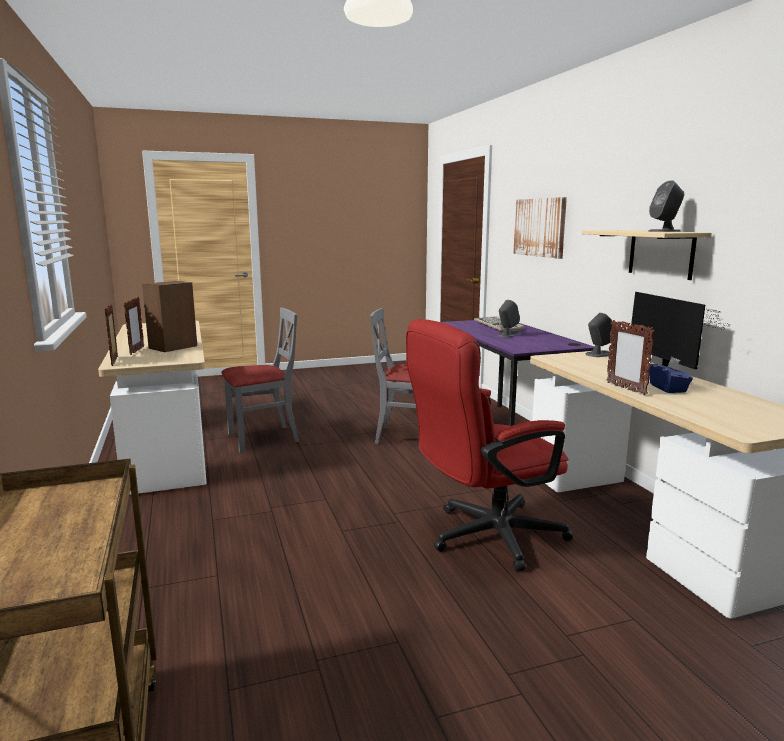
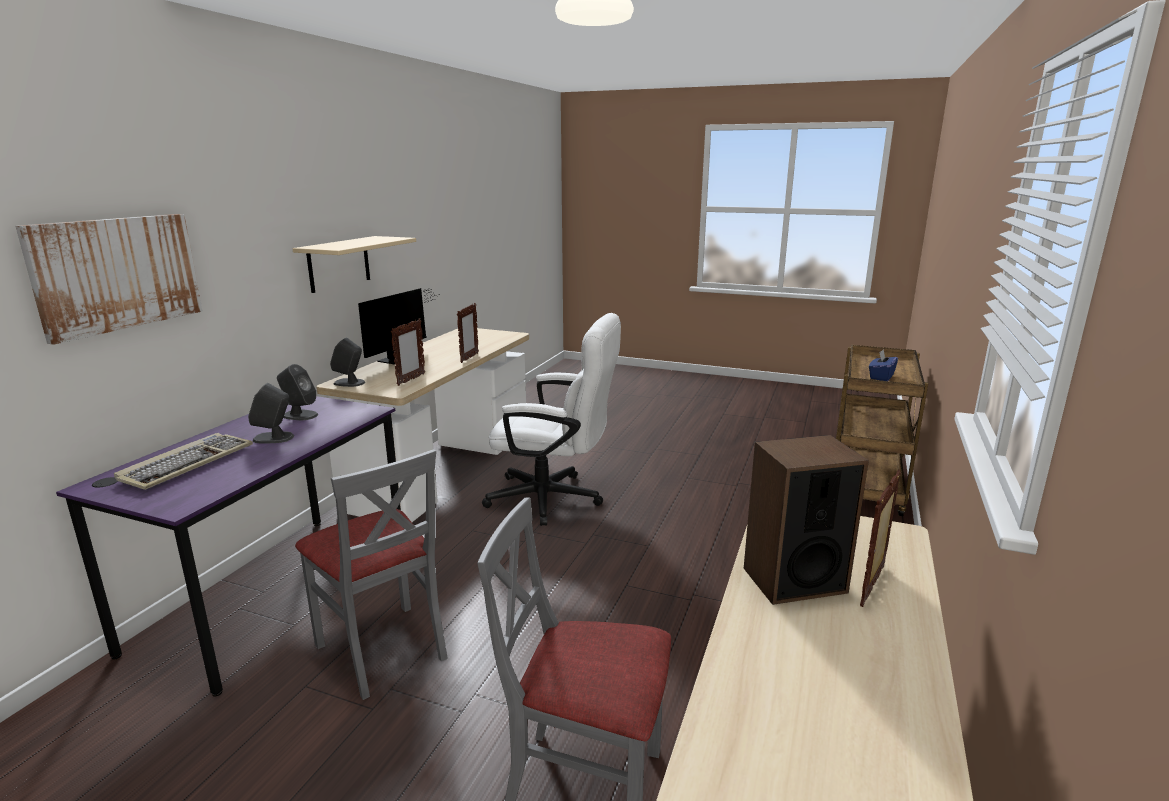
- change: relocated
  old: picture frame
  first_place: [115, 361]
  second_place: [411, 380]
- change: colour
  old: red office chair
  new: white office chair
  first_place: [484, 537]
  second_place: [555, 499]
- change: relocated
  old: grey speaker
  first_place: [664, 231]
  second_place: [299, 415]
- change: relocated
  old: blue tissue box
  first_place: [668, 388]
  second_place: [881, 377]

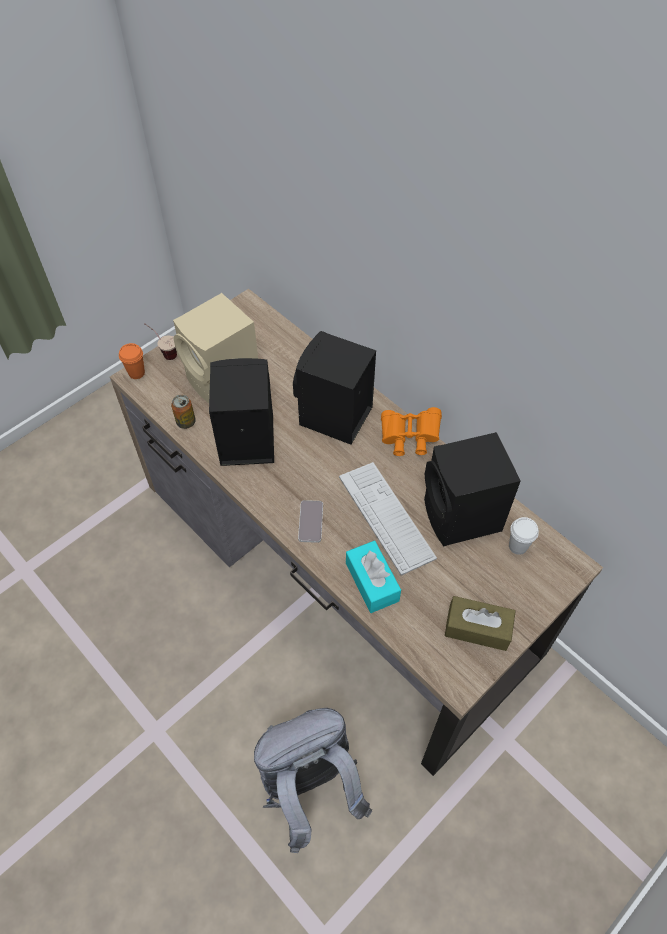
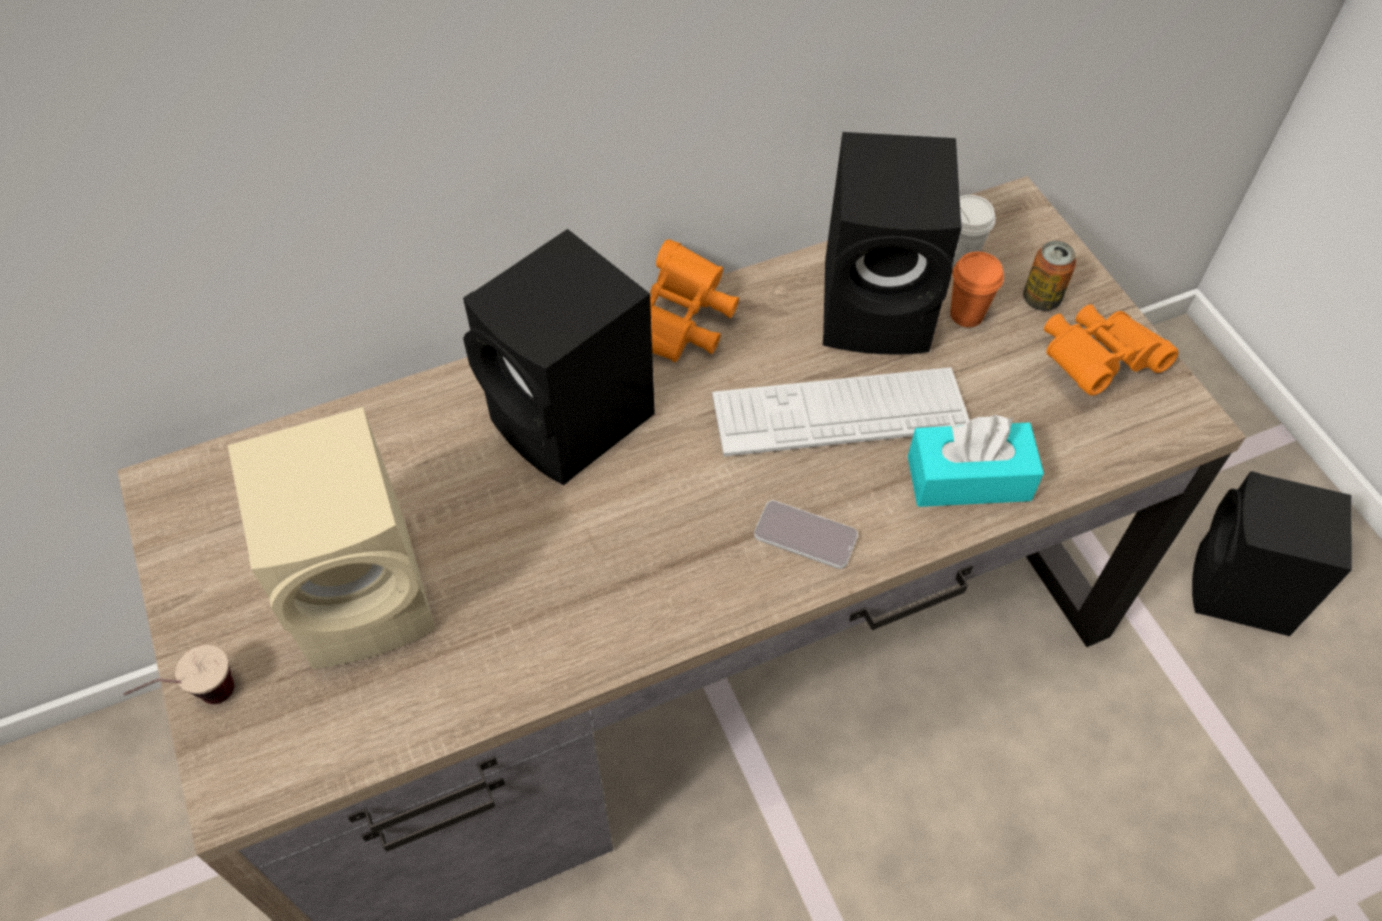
- change: relocated
  old: orange cup
  first_place: [136, 373]
  second_place: [966, 314]
- change: relocated
  old: can
  first_place: [186, 422]
  second_place: [1041, 299]
- change: relocated
  old: black speaker
  first_place: [244, 440]
  second_place: [1241, 592]
- change: missing
  old: grey backpack
  first_place: [310, 788]
- change: exchanged
  old: brown tissue box
  new: orange binoculars
  first_place: [477, 628]
  second_place: [1096, 362]

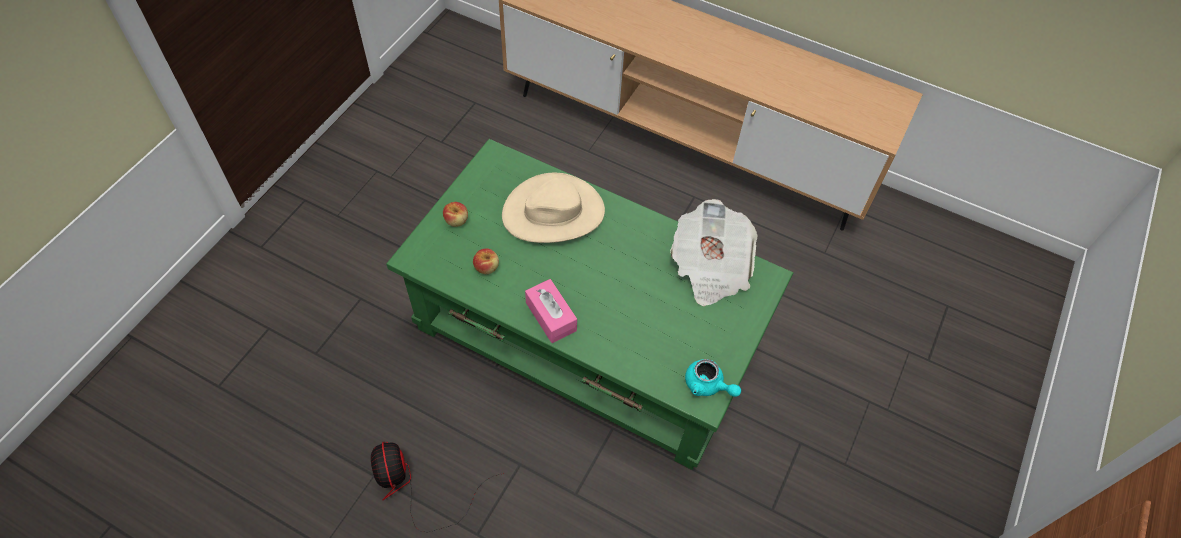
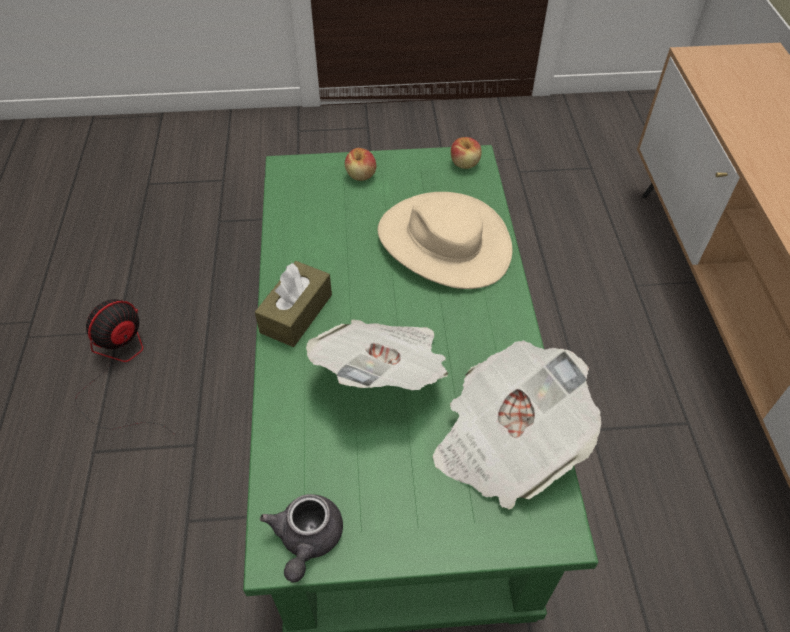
- change: relocated
  old: apple
  first_place: [487, 267]
  second_place: [465, 163]
- change: colour
  old: pink tissue box
  new: brown tissue box
  first_place: [551, 316]
  second_place: [296, 313]
- change: colour
  old: turquoise teapot
  new: grey teapot
  first_place: [708, 385]
  second_place: [307, 540]
- change: appeared
  new: newspaper
  second_place: [384, 373]

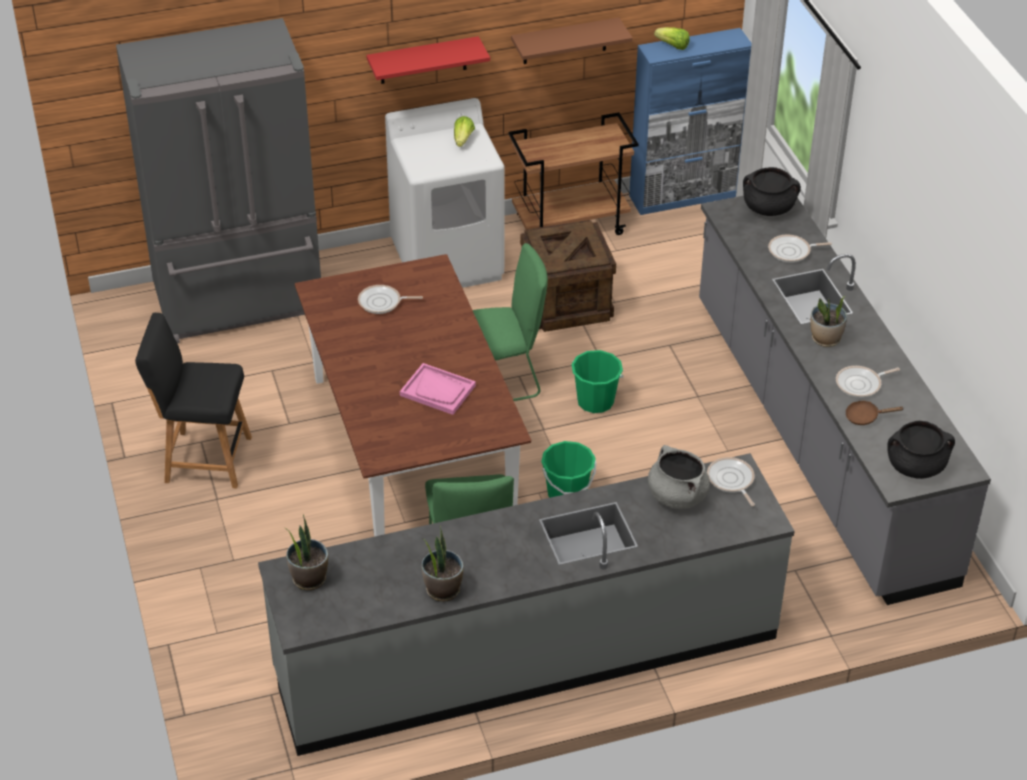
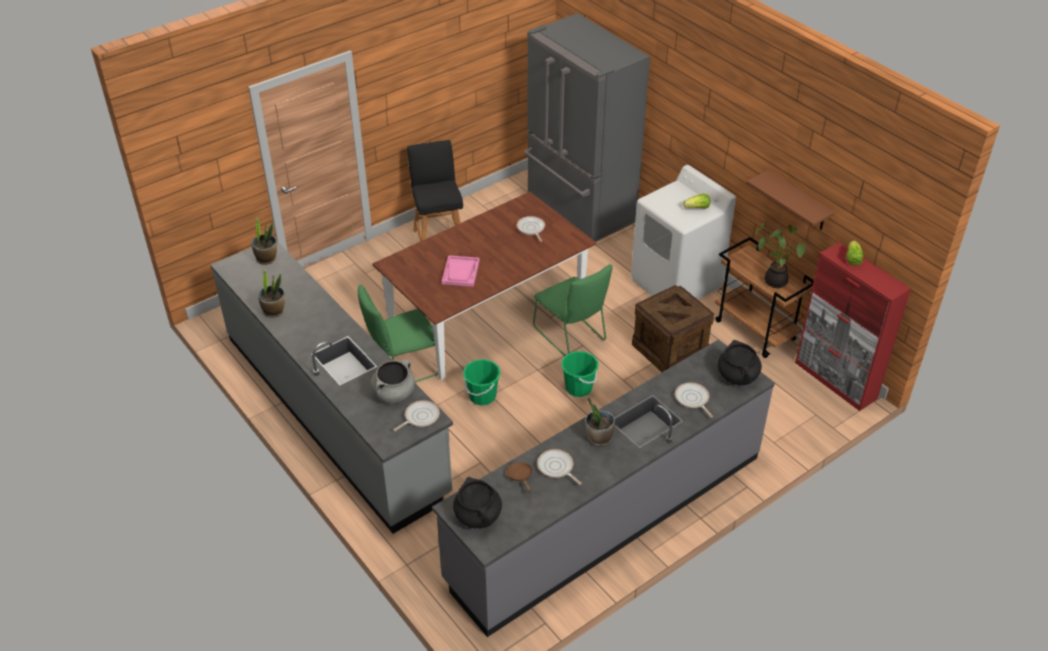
- change: missing
  old: red shelf
  first_place: [423, 60]
- change: colour
  old: blue cabinet
  new: red cabinet
  first_place: [684, 196]
  second_place: [835, 381]
- change: appeared
  new: potted plant
  second_place: [775, 280]

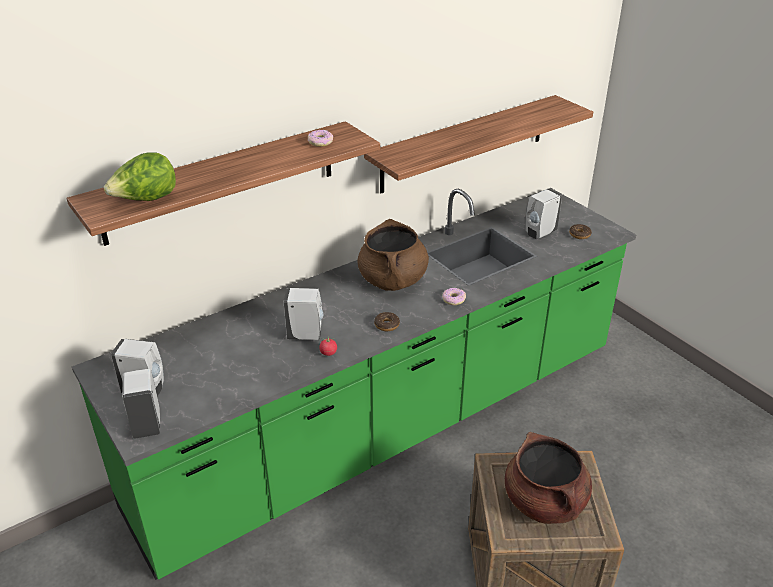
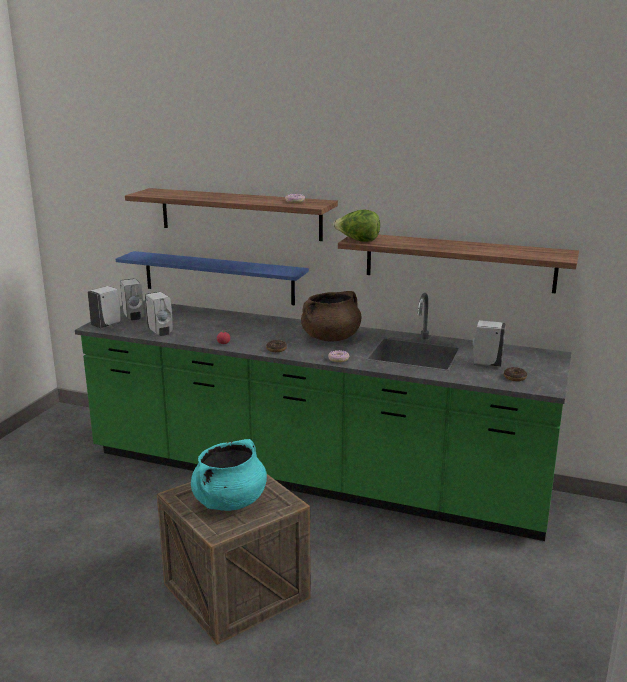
- change: relocated
  old: lettuce
  first_place: [146, 200]
  second_place: [358, 241]
- change: relocated
  old: white soap dispenser
  first_place: [306, 335]
  second_place: [160, 332]
- change: colour
  old: brown cooking pot
  new: turquoise cooking pot
  first_place: [544, 502]
  second_place: [229, 502]
- change: appeared
  new: blue shelf
  second_place: [218, 277]

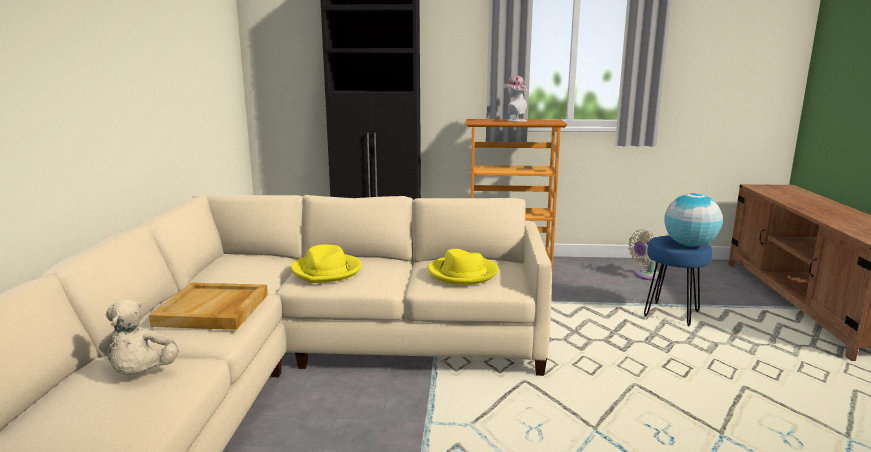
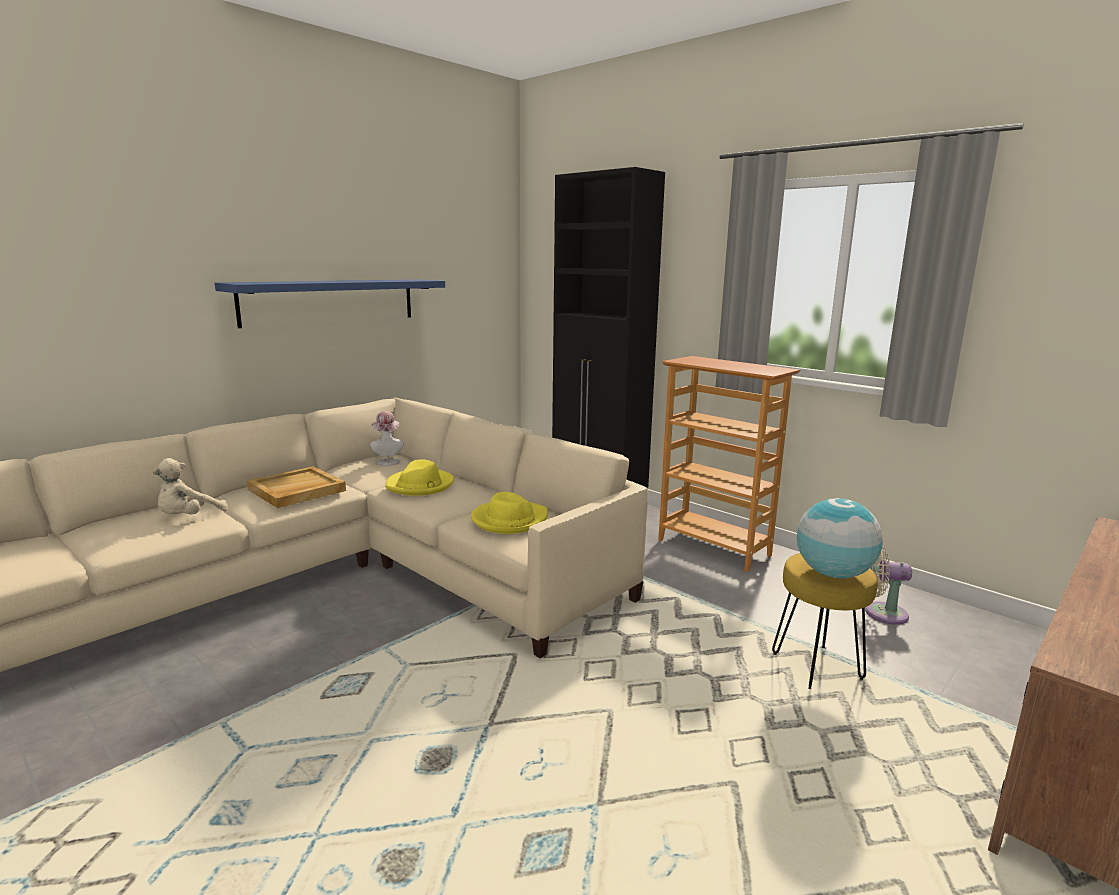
- change: relocated
  old: hat
  first_place: [514, 120]
  second_place: [387, 461]
- change: colour
  old: blue stool
  new: yellow stool
  first_place: [672, 314]
  second_place: [817, 668]
- change: appeared
  new: blue shelf
  second_place: [330, 301]

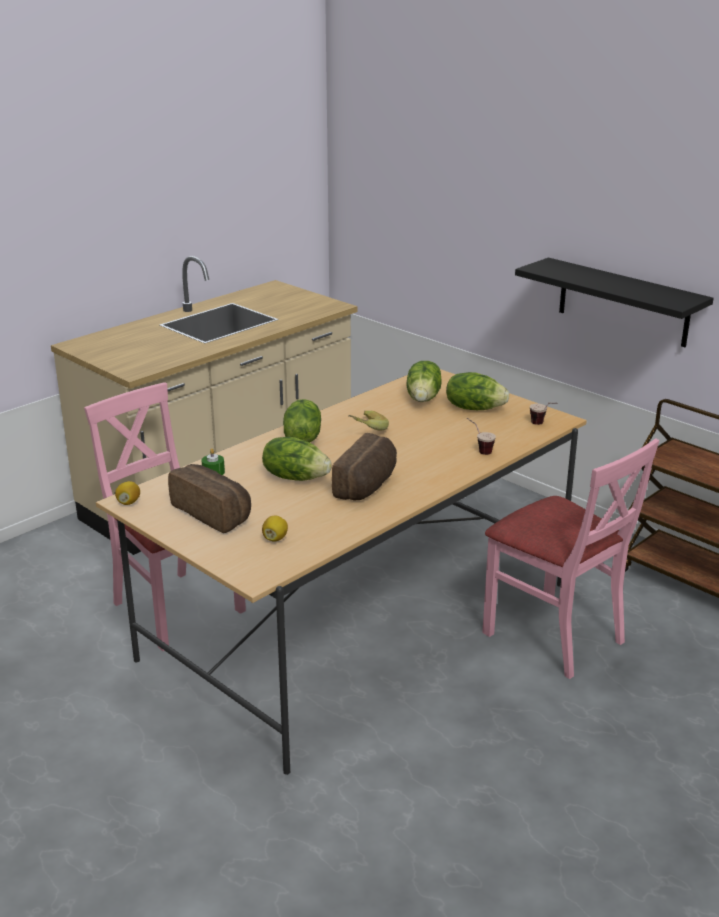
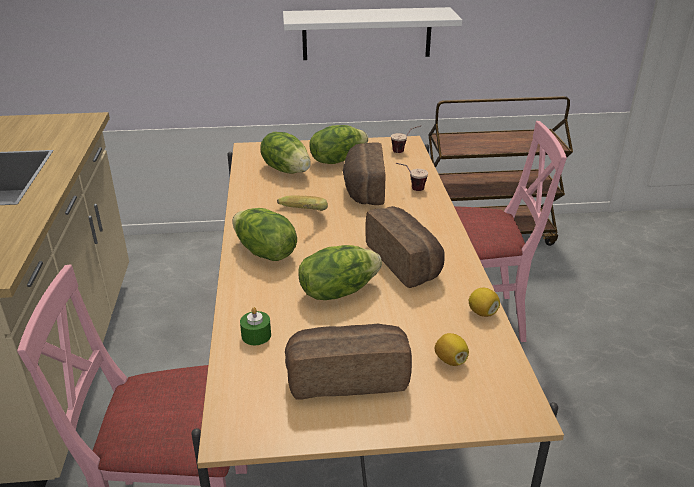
- change: relocated
  old: lemon
  first_place: [128, 502]
  second_place: [482, 312]
- change: colour
  old: black shelf
  new: white shelf
  first_place: [623, 302]
  second_place: [367, 33]
- change: appeared
  new: bread
  second_place: [362, 189]

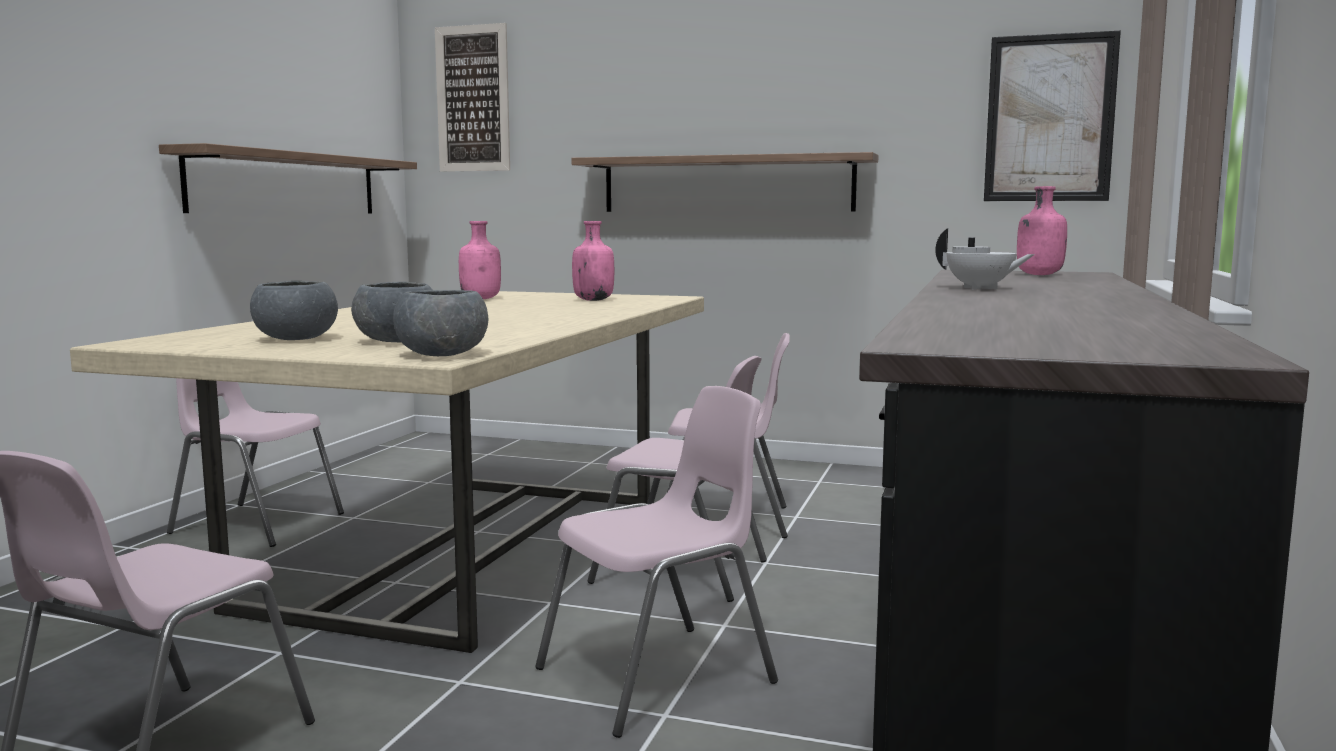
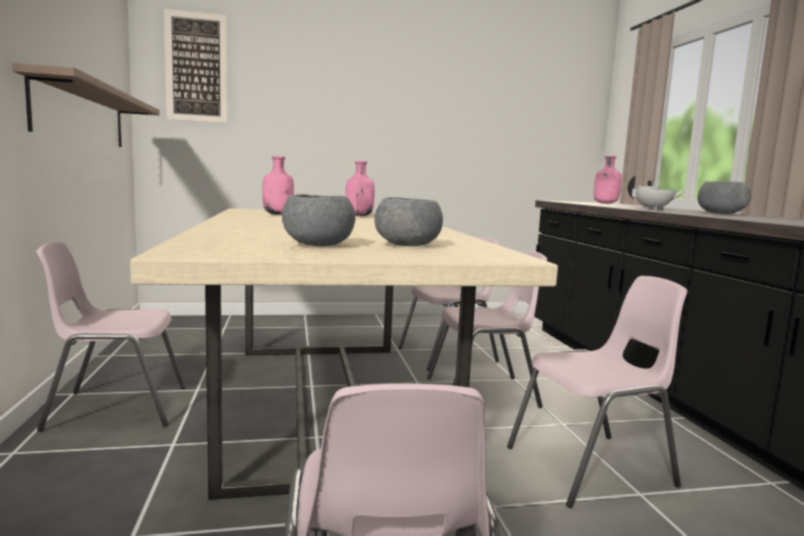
- change: relocated
  old: grey bowl
  first_place: [443, 355]
  second_place: [721, 213]
- change: spun
  old: pink chair
  first_place: [660, 676]
  second_place: [592, 467]
  degrees: 45
- change: missing
  old: shelf
  first_place: [726, 184]
- change: missing
  old: picture
  first_place: [1049, 118]

